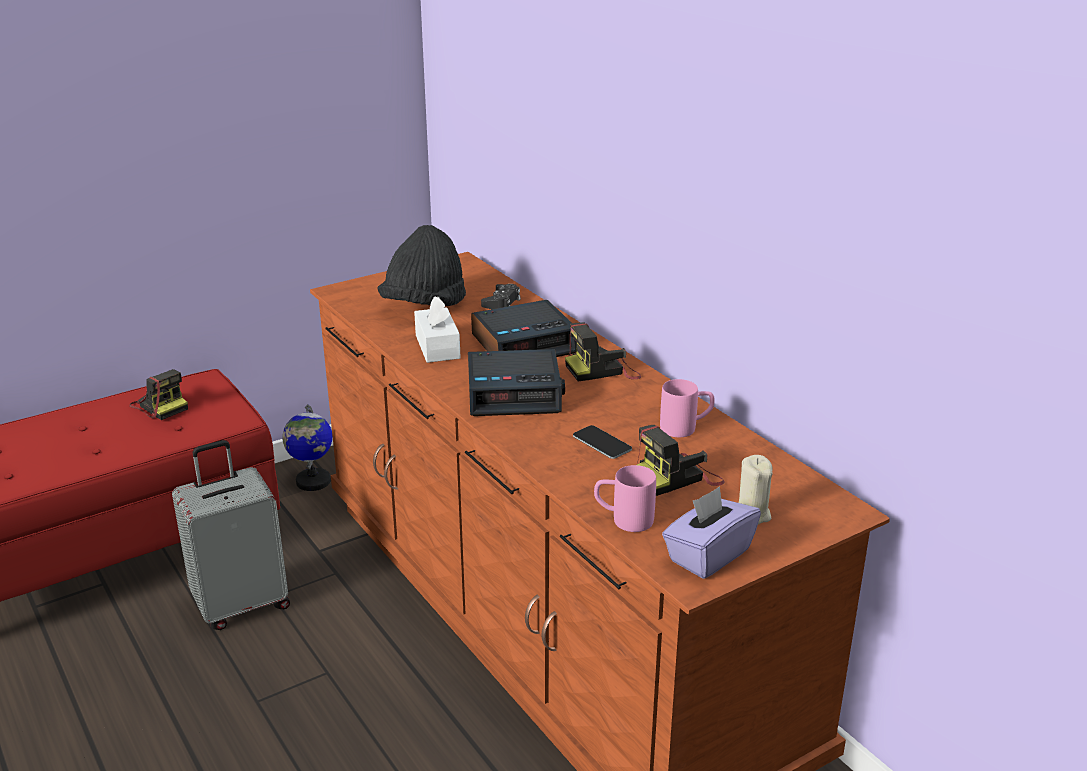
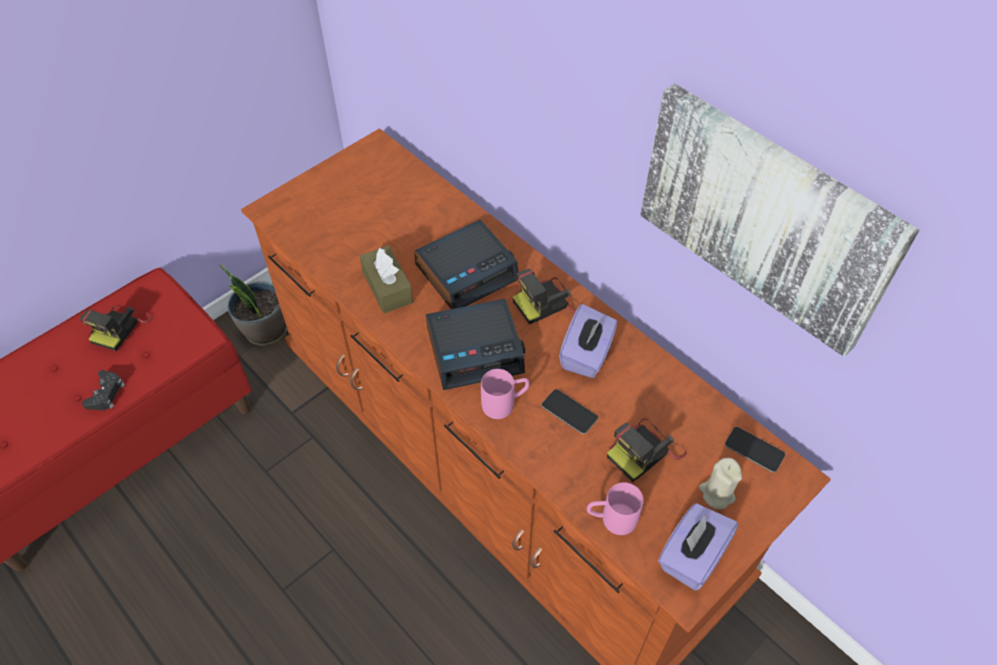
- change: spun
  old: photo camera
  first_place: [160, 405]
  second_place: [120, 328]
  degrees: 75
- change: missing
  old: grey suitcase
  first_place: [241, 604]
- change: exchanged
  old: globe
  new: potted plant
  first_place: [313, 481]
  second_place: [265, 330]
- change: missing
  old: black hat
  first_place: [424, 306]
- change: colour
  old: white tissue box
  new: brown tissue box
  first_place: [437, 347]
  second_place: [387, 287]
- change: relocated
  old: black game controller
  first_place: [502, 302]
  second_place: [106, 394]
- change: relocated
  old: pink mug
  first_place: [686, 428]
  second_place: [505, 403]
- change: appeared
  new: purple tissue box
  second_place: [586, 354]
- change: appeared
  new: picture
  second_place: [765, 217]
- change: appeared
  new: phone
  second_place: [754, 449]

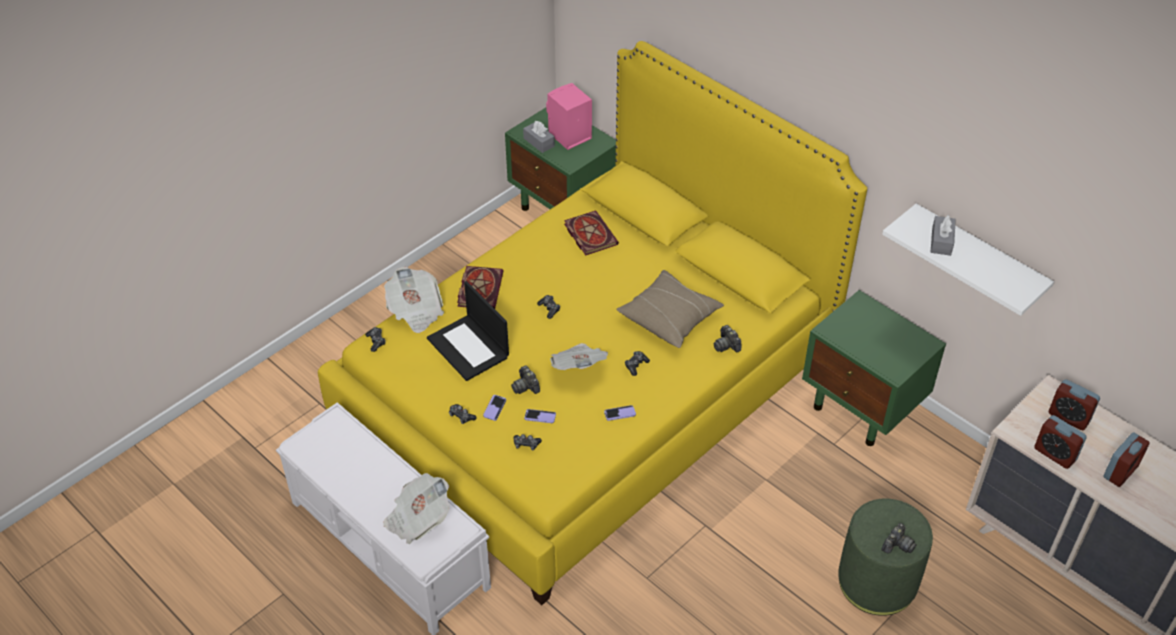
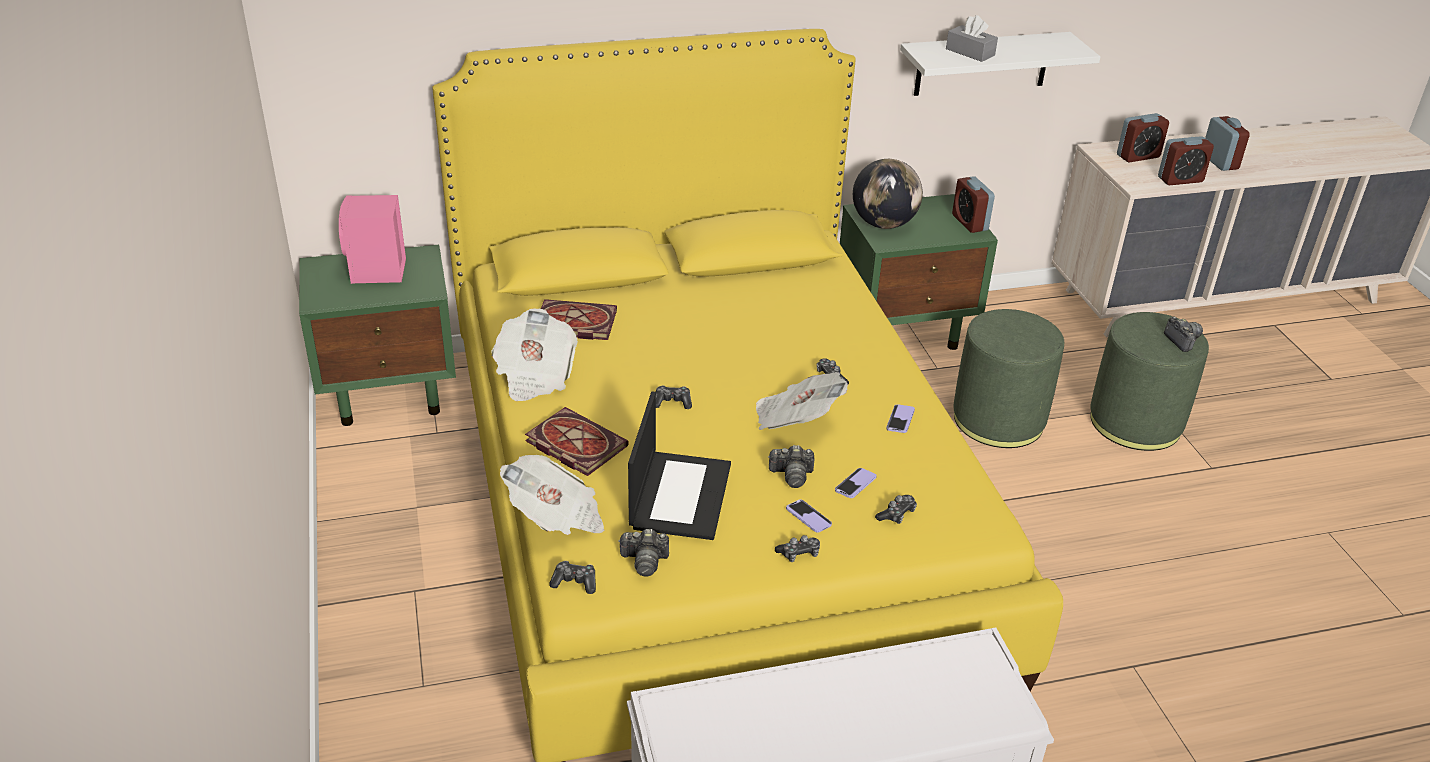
- change: relocated
  old: newspaper
  first_place: [418, 519]
  second_place: [534, 375]
- change: spun
  old: laptop
  first_place: [469, 348]
  second_place: [679, 494]
  degrees: -75
- change: missing
  old: grey tissue box
  first_place: [539, 142]
- change: missing
  old: beige pillow
  first_place: [670, 318]
- change: relocated
  old: photo camera
  first_place: [726, 345]
  second_place: [644, 561]
- change: appeared
  new: globe
  second_place: [883, 224]
- change: appeared
  new: alarm clock
  second_place: [969, 222]
- change: appeared
  new: green ottoman
  second_place: [998, 419]

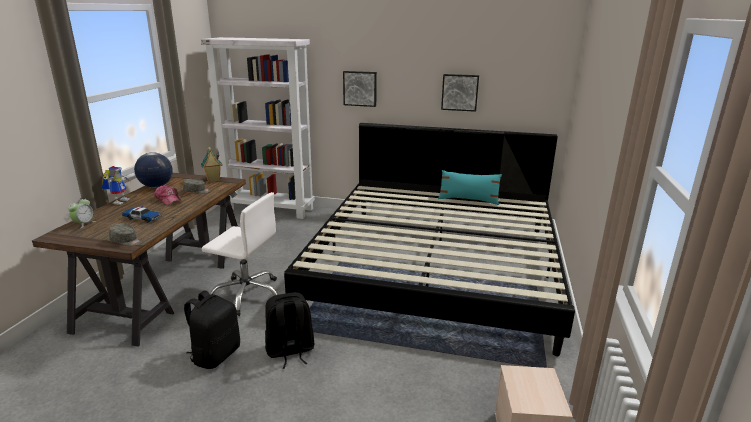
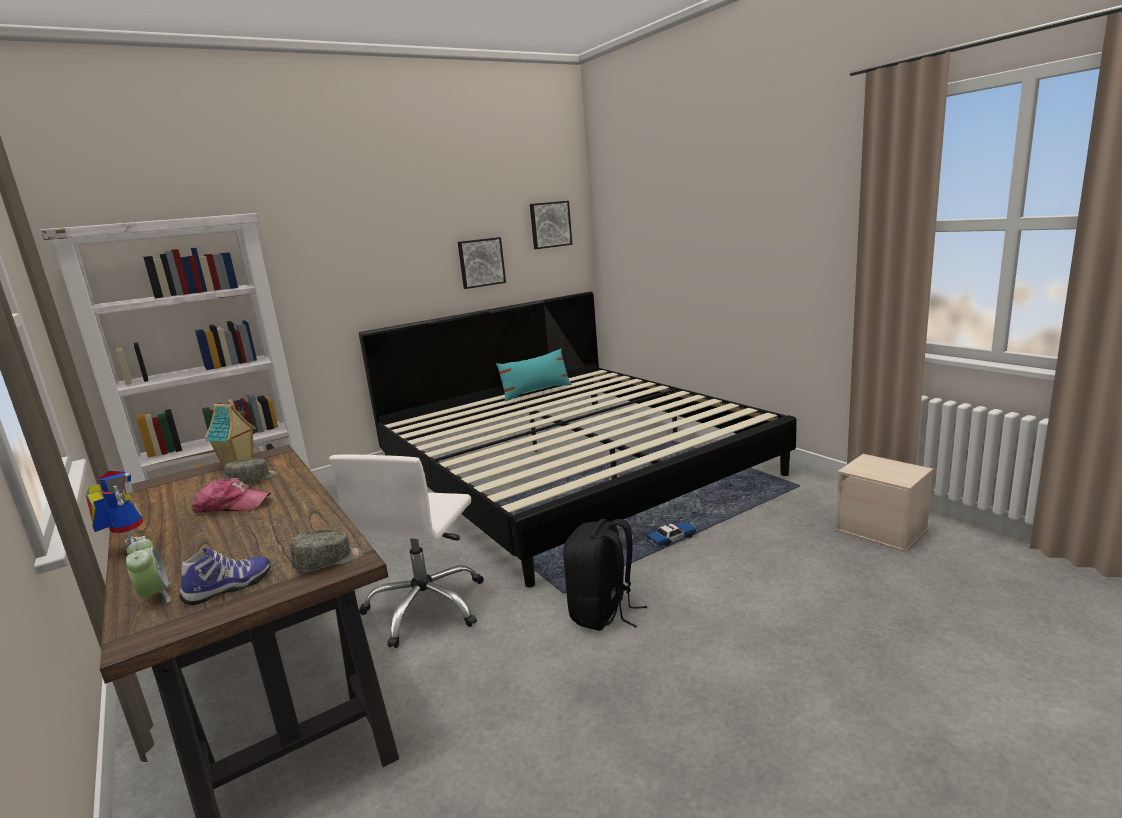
- change: relocated
  old: toy car
  first_place: [142, 218]
  second_place: [671, 539]
- change: missing
  old: globe
  first_place: [156, 186]
- change: missing
  old: black backpack
  first_place: [215, 355]
- change: spun
  old: white office chair
  first_place: [247, 294]
  second_place: [426, 607]
  degrees: 135
- change: relocated
  old: picture
  first_place: [360, 88]
  second_place: [550, 224]
- change: appeared
  new: shoe
  second_place: [229, 588]

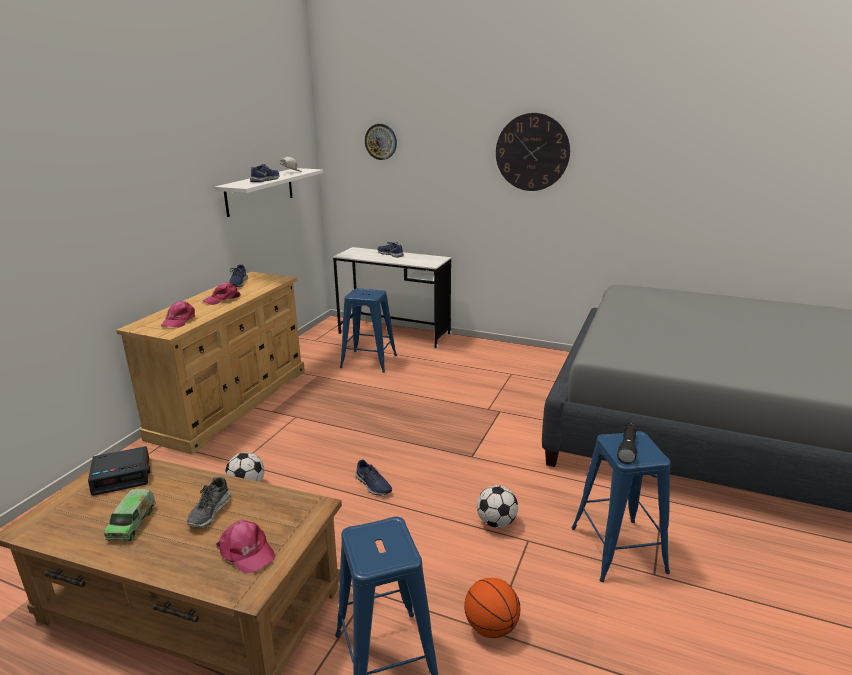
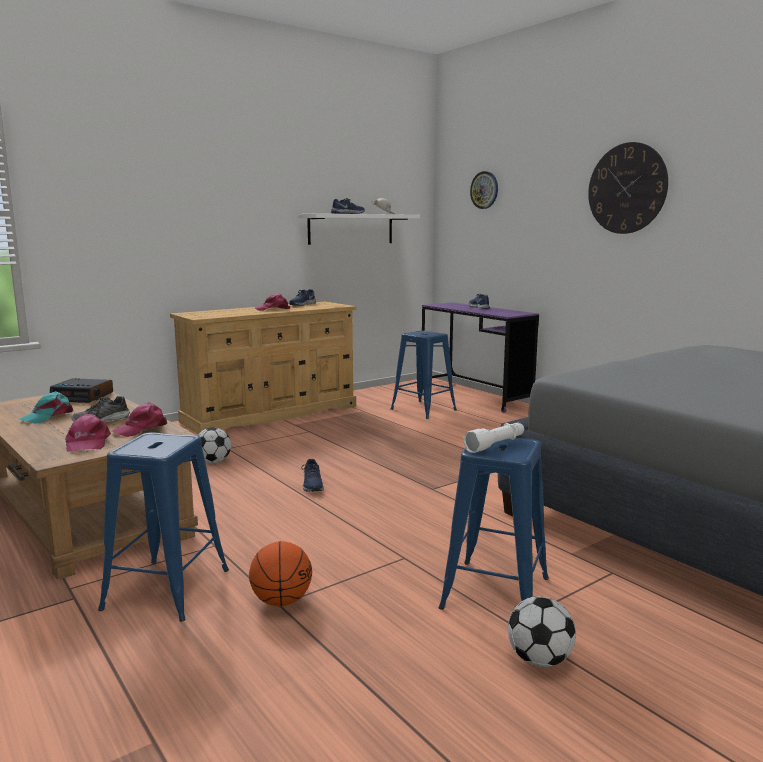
- change: exchanged
  old: toy truck
  new: turquoise cap
  first_place: [132, 523]
  second_place: [48, 416]
- change: relocated
  old: pink cap
  first_place: [179, 320]
  second_place: [141, 428]
- change: colour
  old: white desk
  new: purple desk
  first_place: [394, 334]
  second_place: [475, 396]
- change: relocated
  old: football
  first_place: [496, 522]
  second_place: [539, 660]
- change: colour
  old: black flashlight
  new: white flashlight
  first_place: [627, 447]
  second_place: [496, 445]

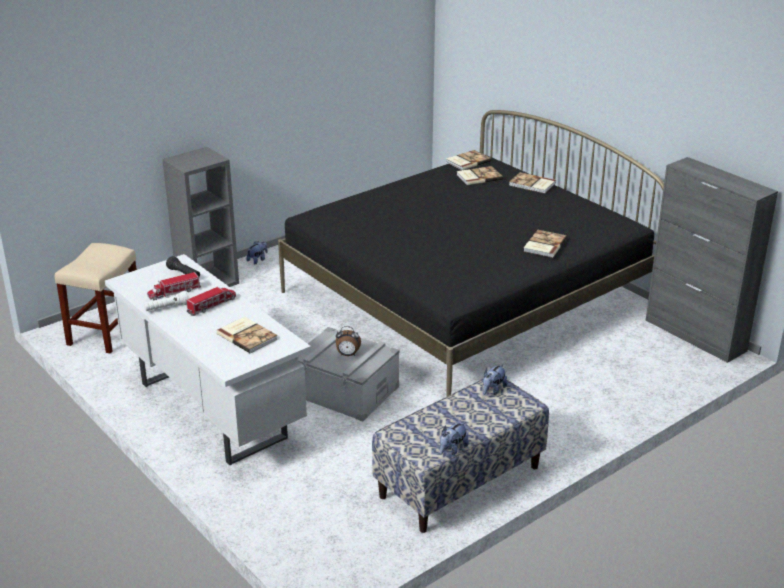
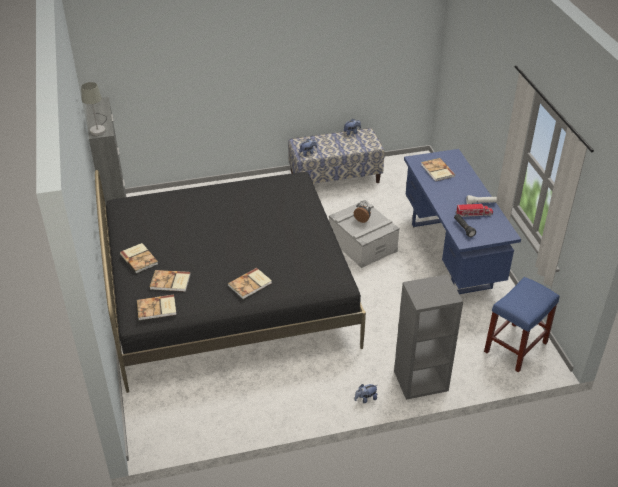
- change: colour
  old: beige stool
  new: blue stool
  first_place: [106, 332]
  second_place: [515, 348]
- change: colour
  old: white desk
  new: blue desk
  first_place: [211, 410]
  second_place: [451, 255]
- change: missing
  old: toy truck
  first_place: [212, 305]
- change: relocated
  old: book
  first_place: [543, 245]
  second_place: [250, 284]
- change: appeared
  new: grey table lamp
  second_place: [99, 129]

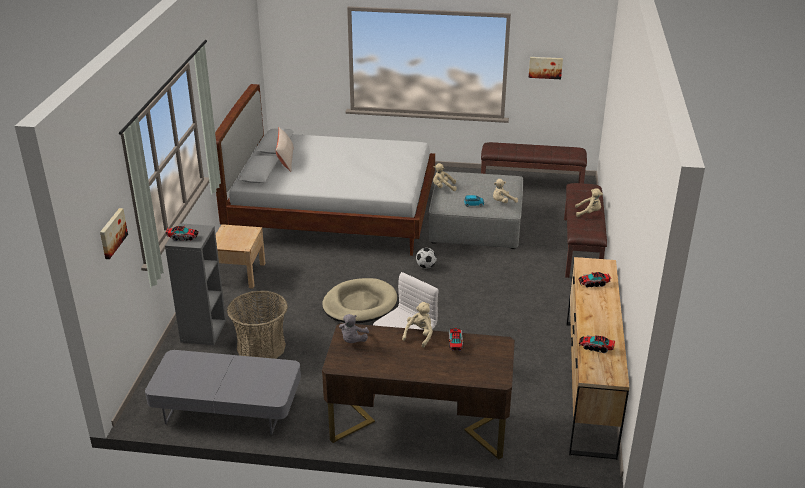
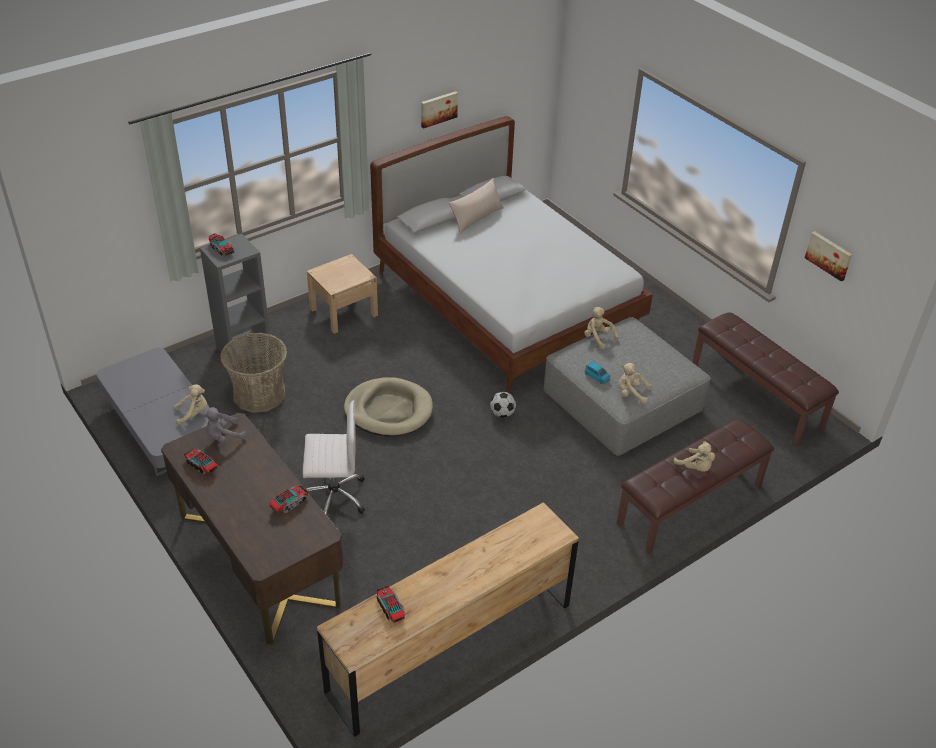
- change: relocated
  old: picture
  first_place: [112, 233]
  second_place: [438, 109]
- change: relocated
  old: beige plush toy
  first_place: [419, 335]
  second_place: [194, 413]
- change: relocated
  old: toy truck
  first_place: [593, 283]
  second_place: [201, 465]

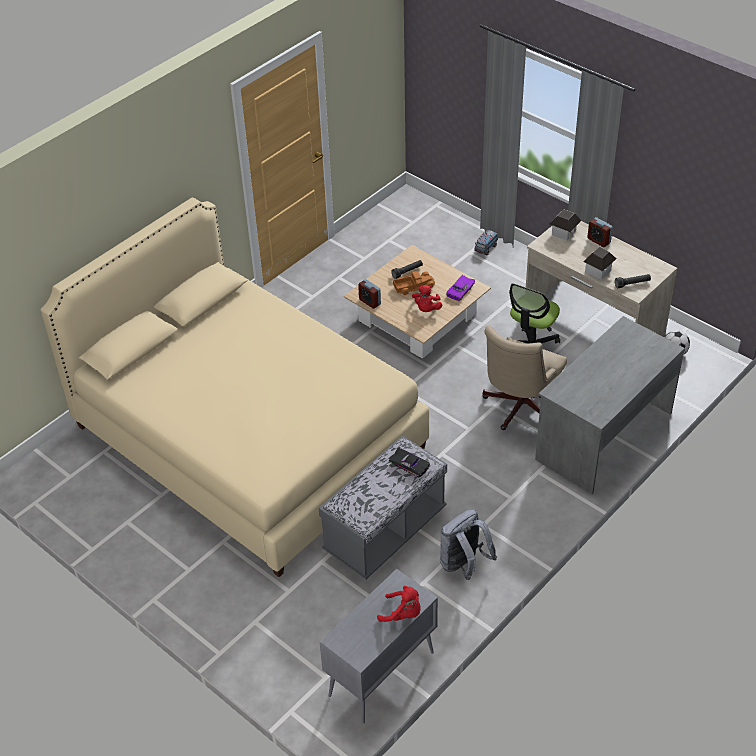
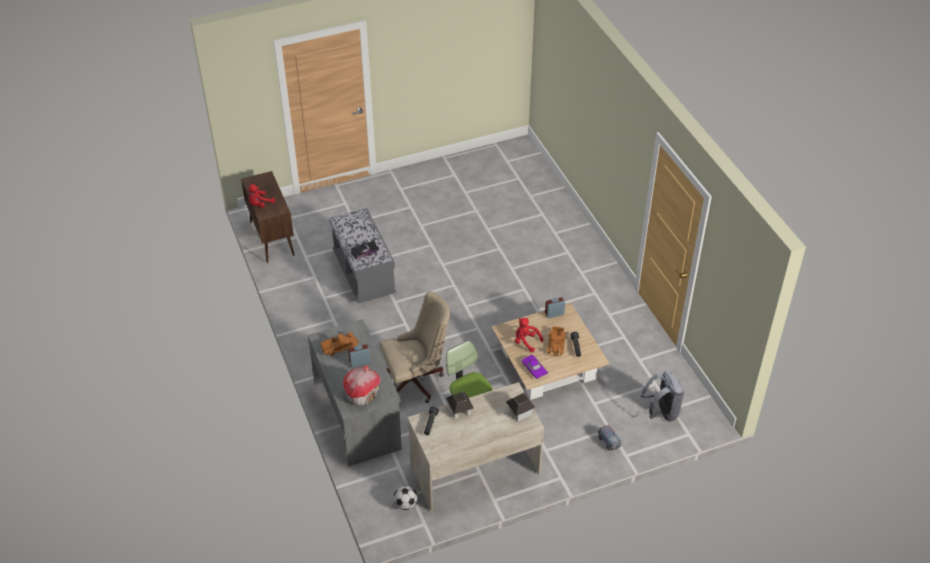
- change: missing
  old: beige bed
  first_place: [248, 437]
- change: colour
  old: grey cabinet
  new: brown cabinet
  first_place: [381, 675]
  second_place: [271, 238]
- change: relocated
  old: grey backpack
  first_place: [463, 565]
  second_place: [661, 412]
- change: spun
  old: beige office chair
  first_place: [519, 408]
  second_place: [416, 381]
  degrees: 105
- change: relocated
  old: alarm clock
  first_place: [598, 241]
  second_place: [359, 362]
- change: appeared
  new: toy truck
  second_place: [339, 346]
- change: appeared
  new: toy house
  second_place: [362, 394]

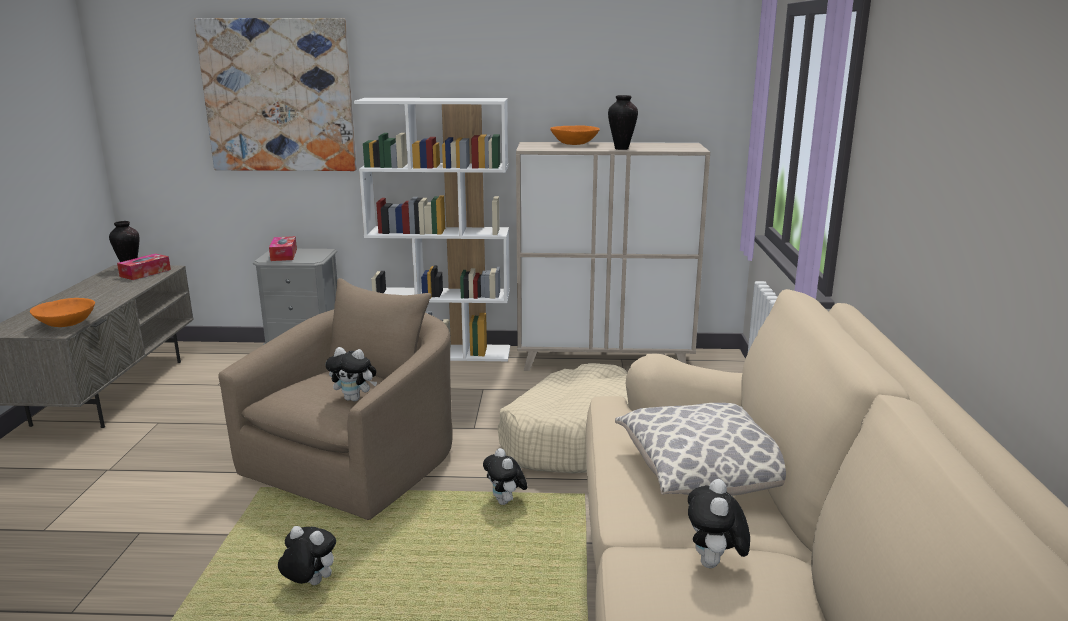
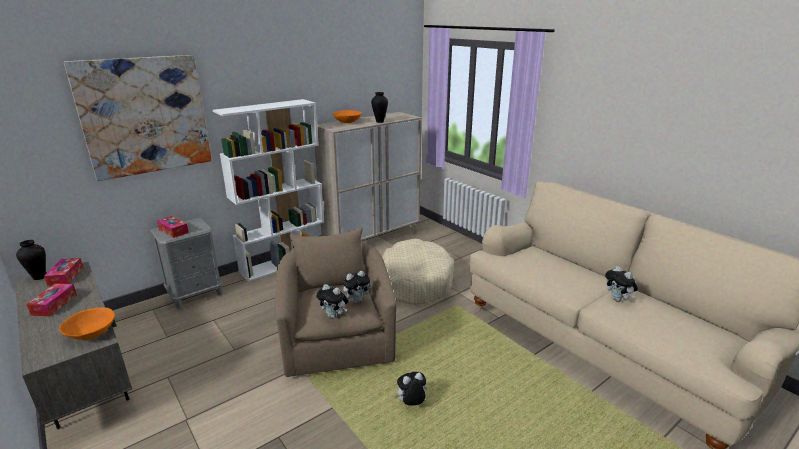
- change: relocated
  old: plush toy
  first_place: [506, 502]
  second_place: [334, 316]
- change: missing
  old: pillow
  first_place: [703, 474]
- change: appeared
  new: tissue box
  second_place: [54, 304]

